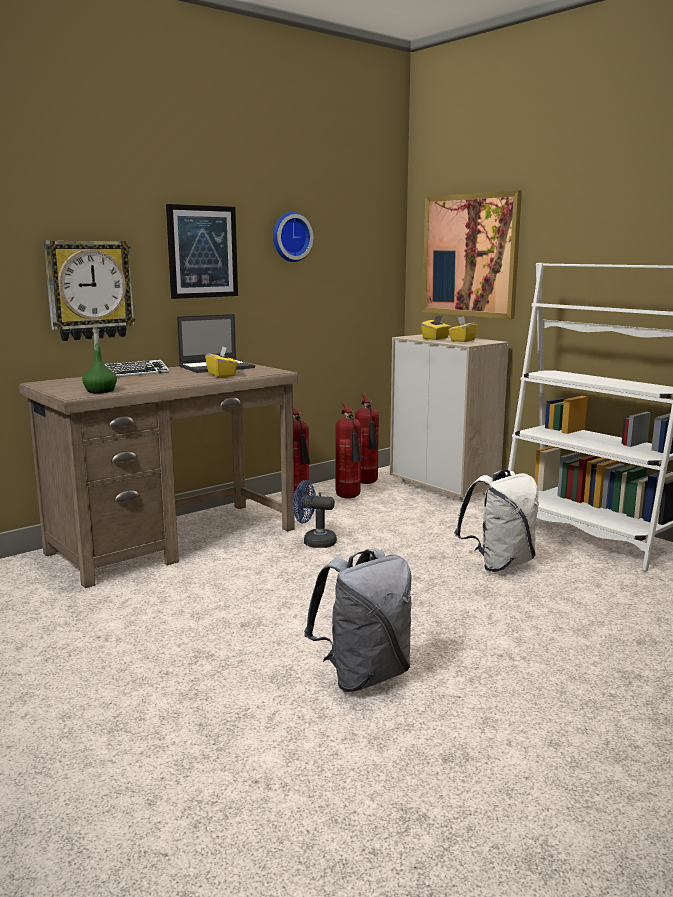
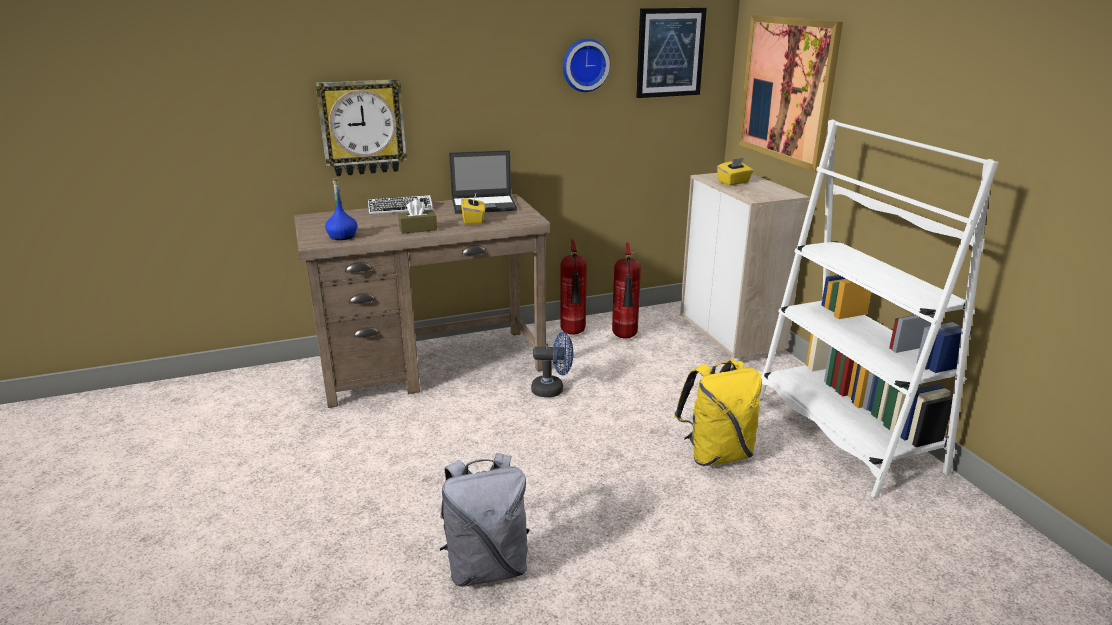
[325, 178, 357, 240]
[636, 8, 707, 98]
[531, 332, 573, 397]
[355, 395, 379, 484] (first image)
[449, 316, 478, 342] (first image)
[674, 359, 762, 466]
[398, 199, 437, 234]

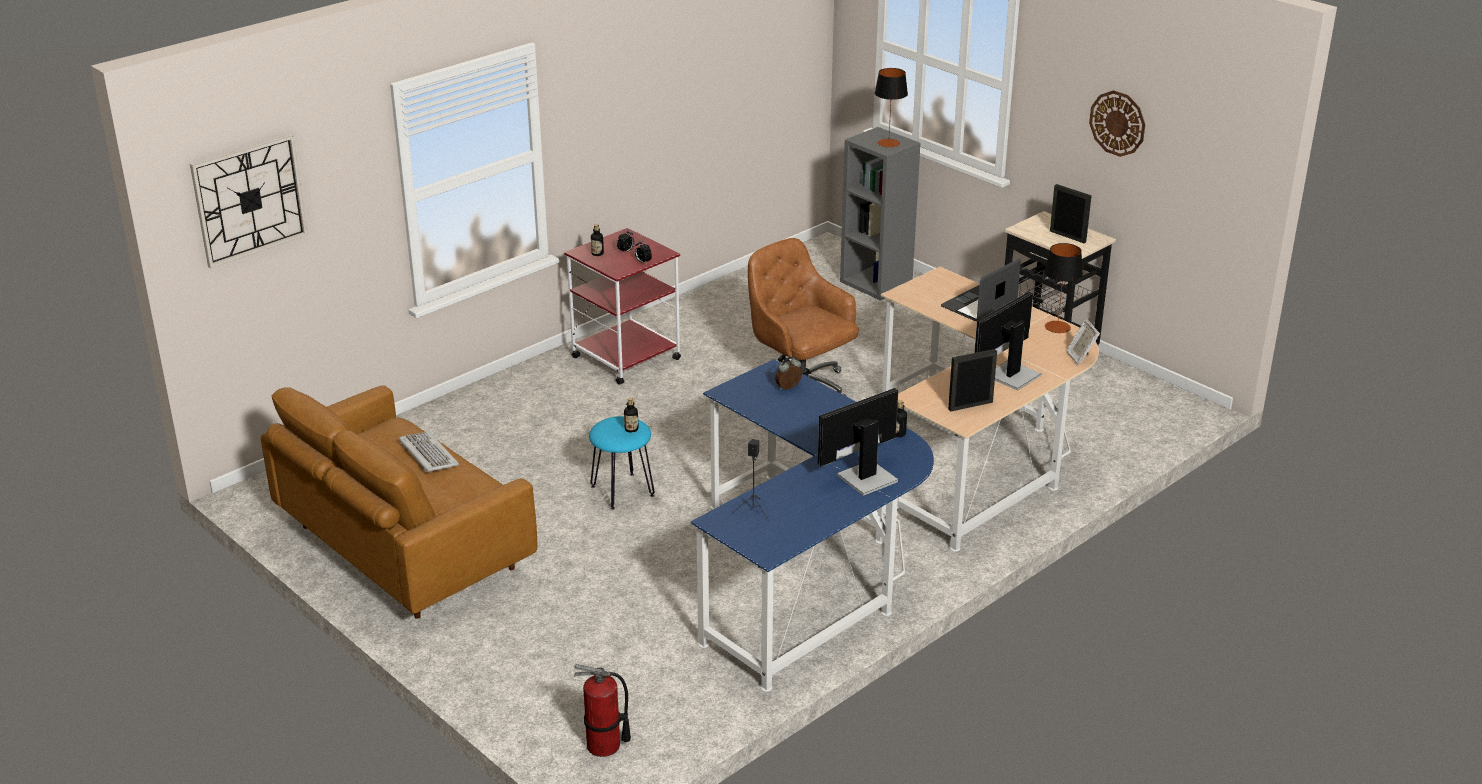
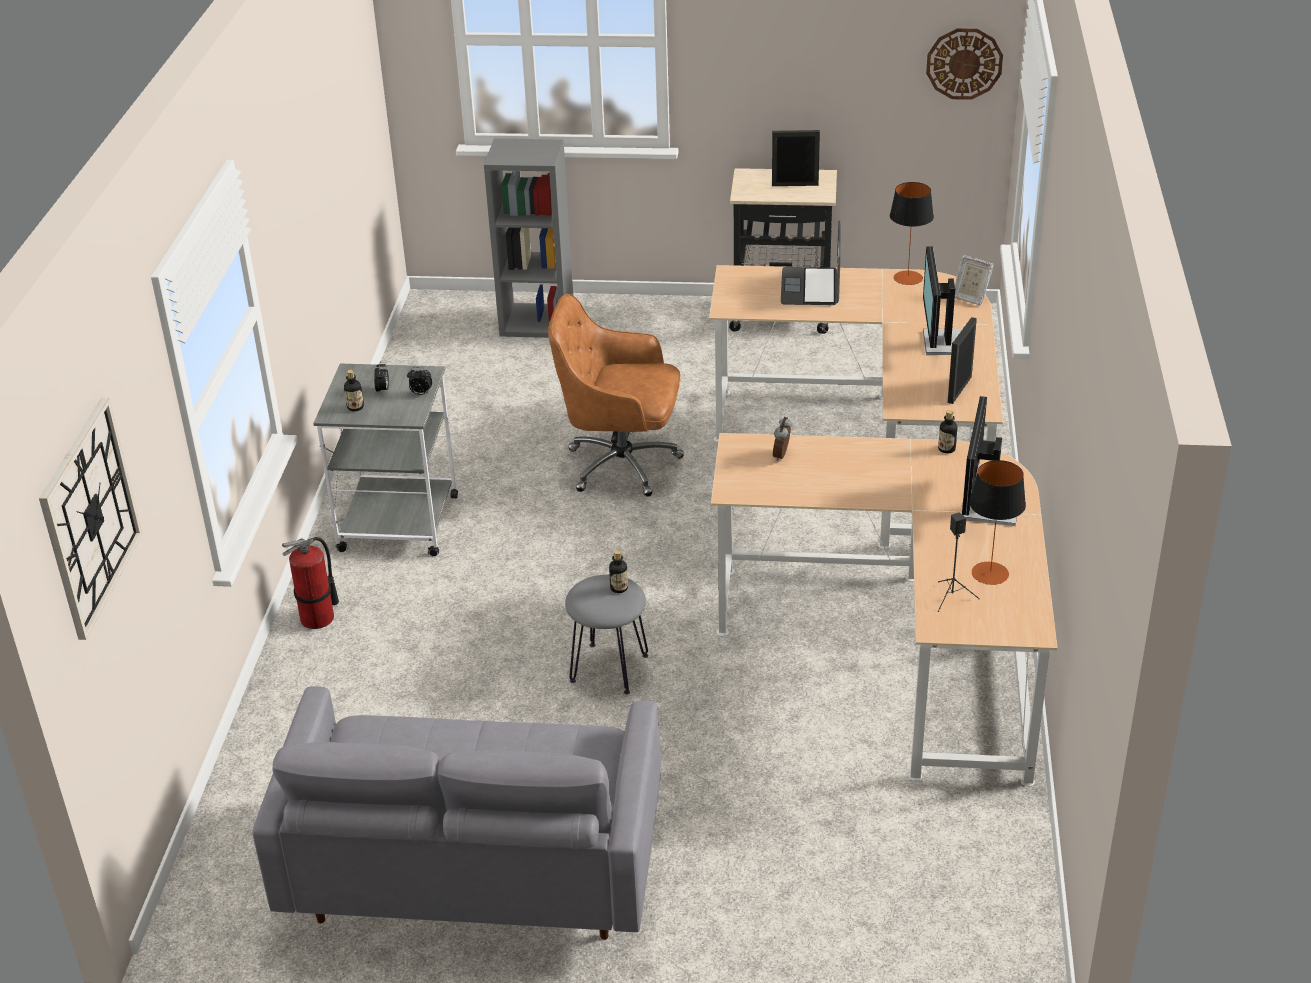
[252, 686, 661, 940]
[399, 431, 459, 473] (first image)
[313, 364, 458, 556]
[282, 537, 339, 629]
[565, 575, 648, 694]
[711, 433, 1058, 787]
[969, 460, 1026, 585]
[926, 28, 1003, 100]

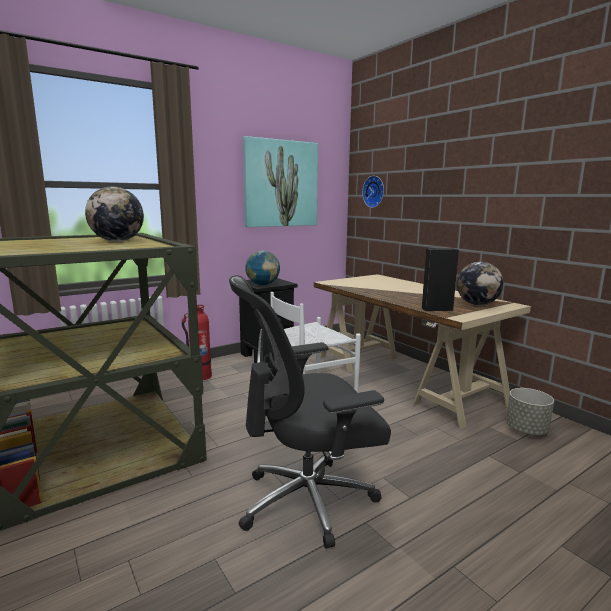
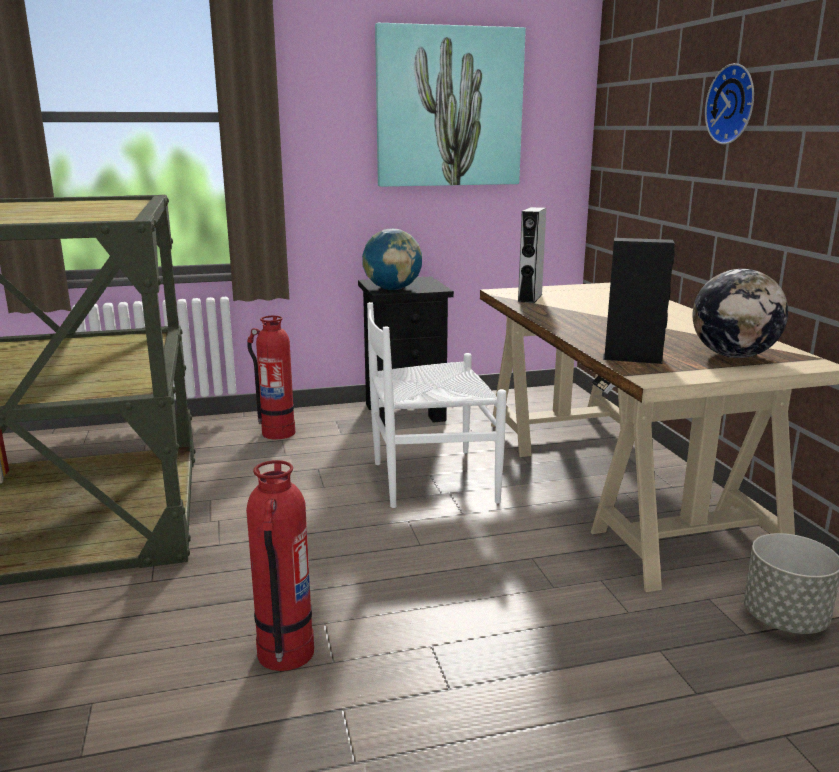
[85, 187, 144, 242] (first image)
[246, 460, 314, 671]
[705, 63, 754, 145]
[518, 207, 547, 303]

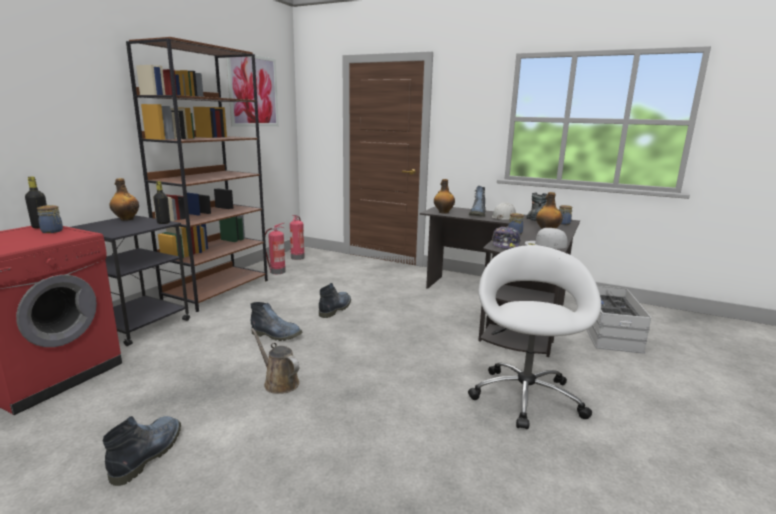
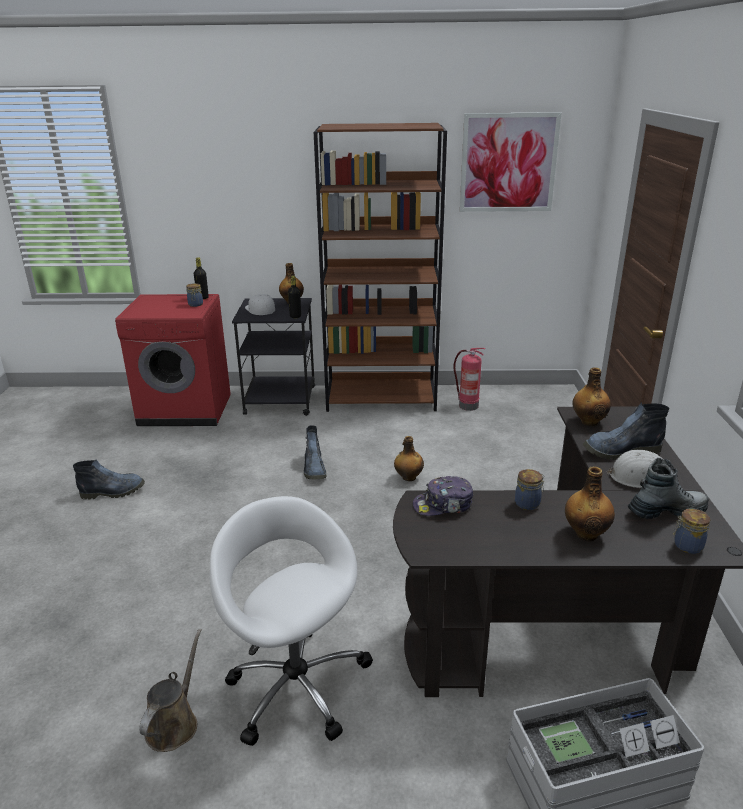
[139, 629, 202, 752]
[290, 215, 305, 260] (first image)
[394, 436, 424, 481]
[210, 496, 373, 746]
[245, 294, 275, 315]

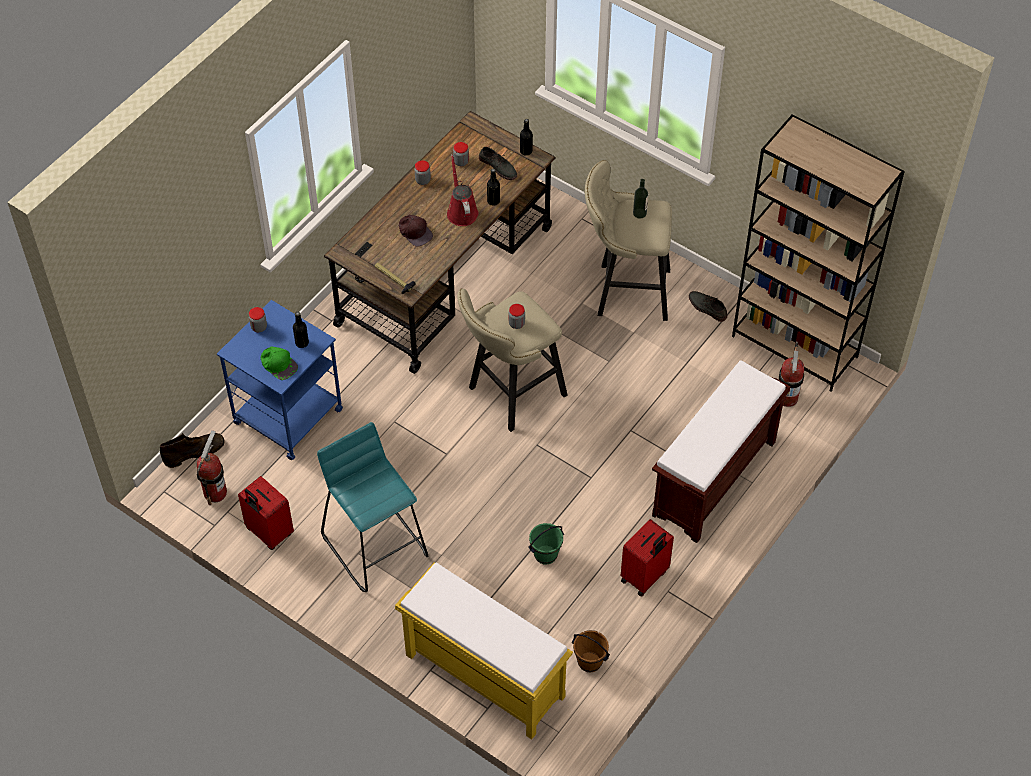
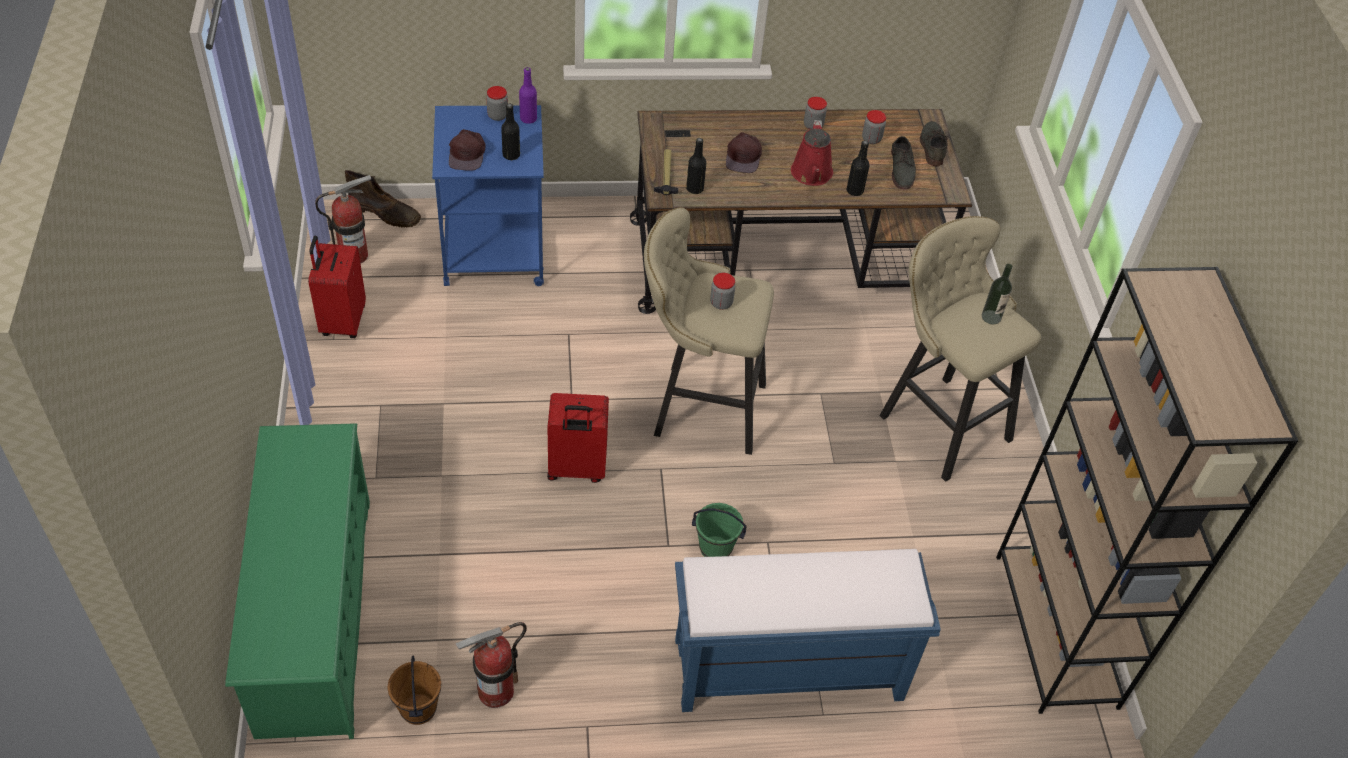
[449, 129, 486, 171]
[317, 422, 428, 592] (first image)
[225, 423, 370, 739]
[791, 120, 833, 186]
[686, 138, 707, 194]
[692, 503, 747, 557]
[547, 393, 609, 483]
[675, 549, 941, 712]
[920, 121, 948, 166]
[455, 622, 527, 708]
[519, 67, 537, 124]

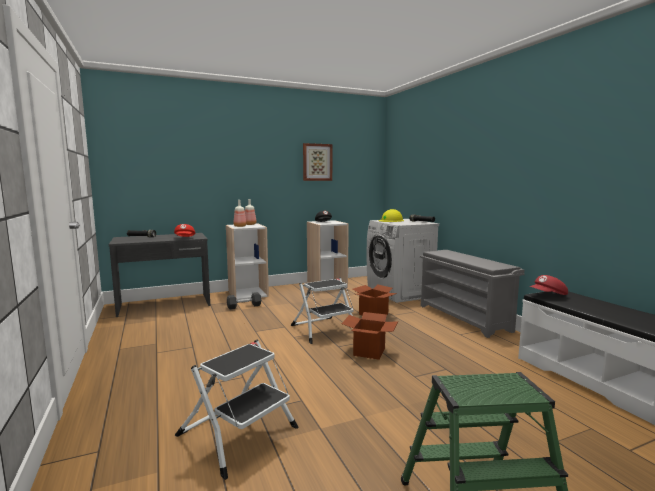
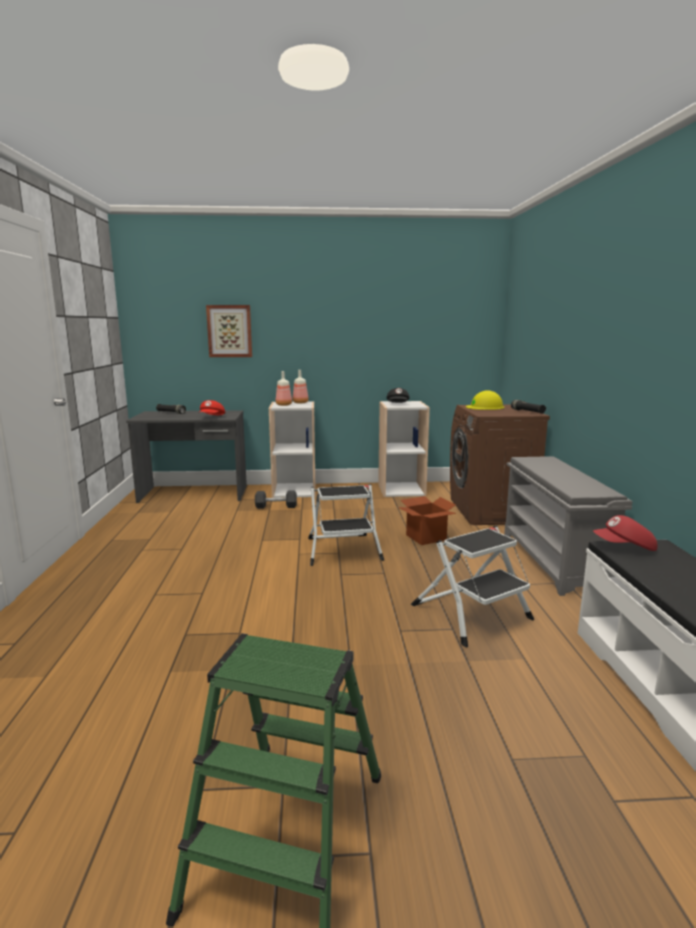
[411, 525, 534, 648]
[206, 305, 252, 357]
[342, 312, 398, 360] (first image)
[450, 405, 550, 525]

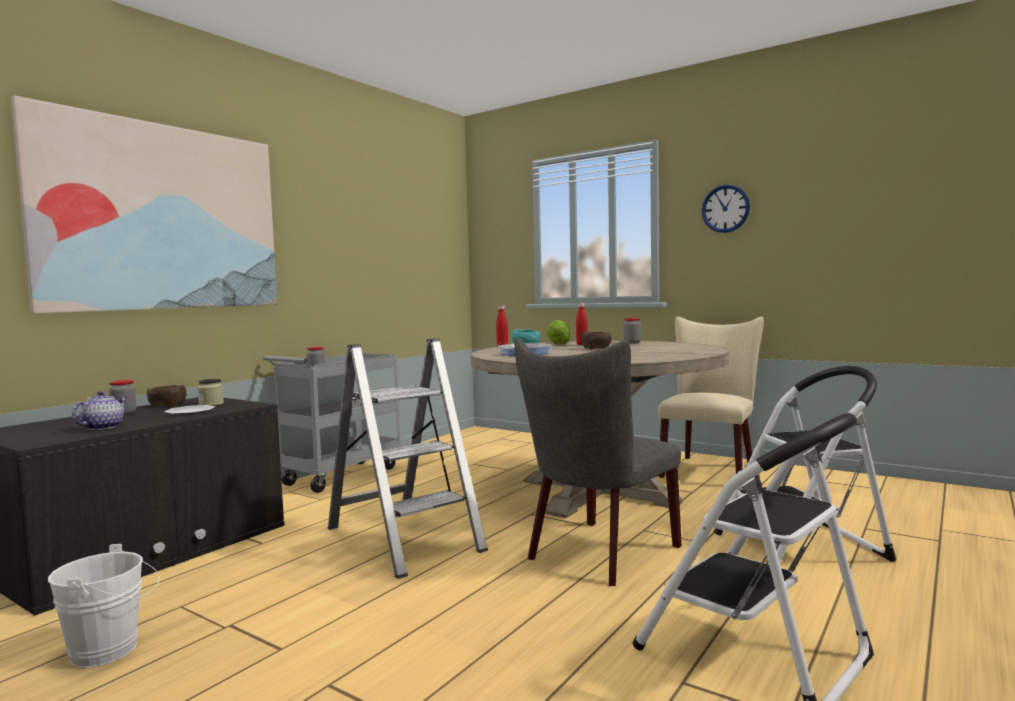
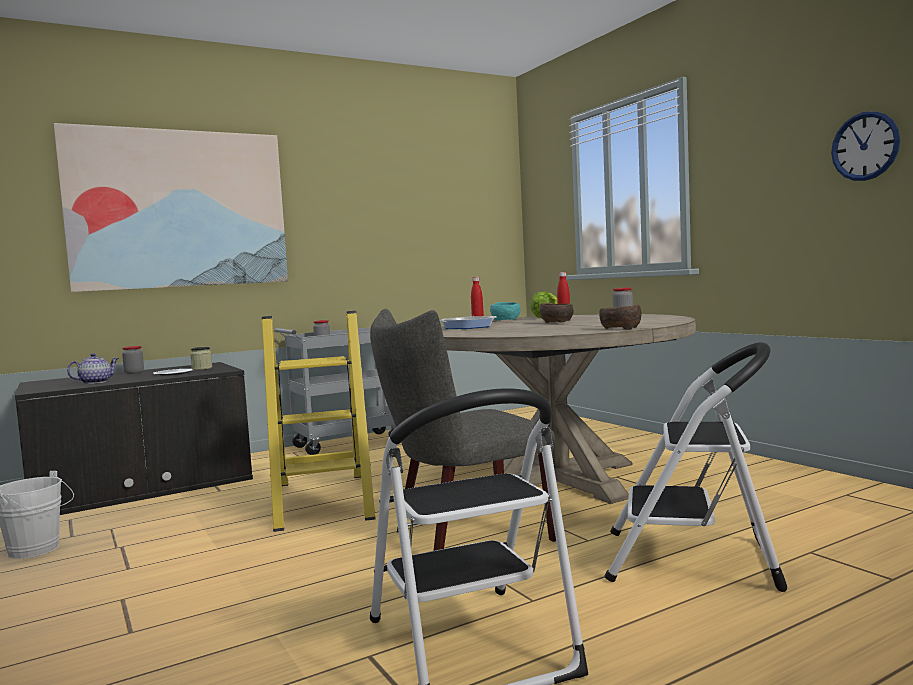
[599, 304, 642, 329]
[261, 311, 376, 532]
[658, 317, 764, 478] (first image)
[831, 111, 900, 181]

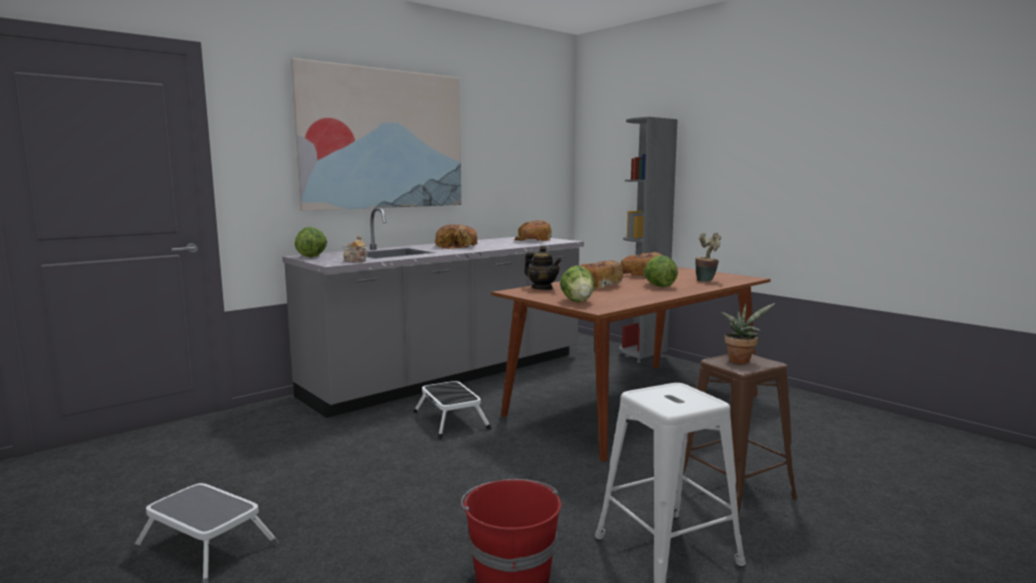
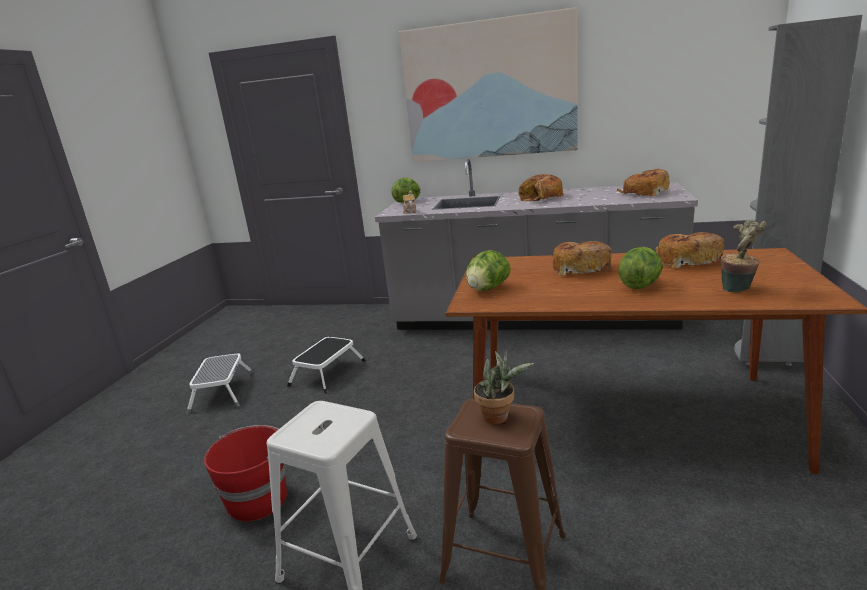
[287, 337, 366, 394]
[524, 246, 561, 290] (first image)

